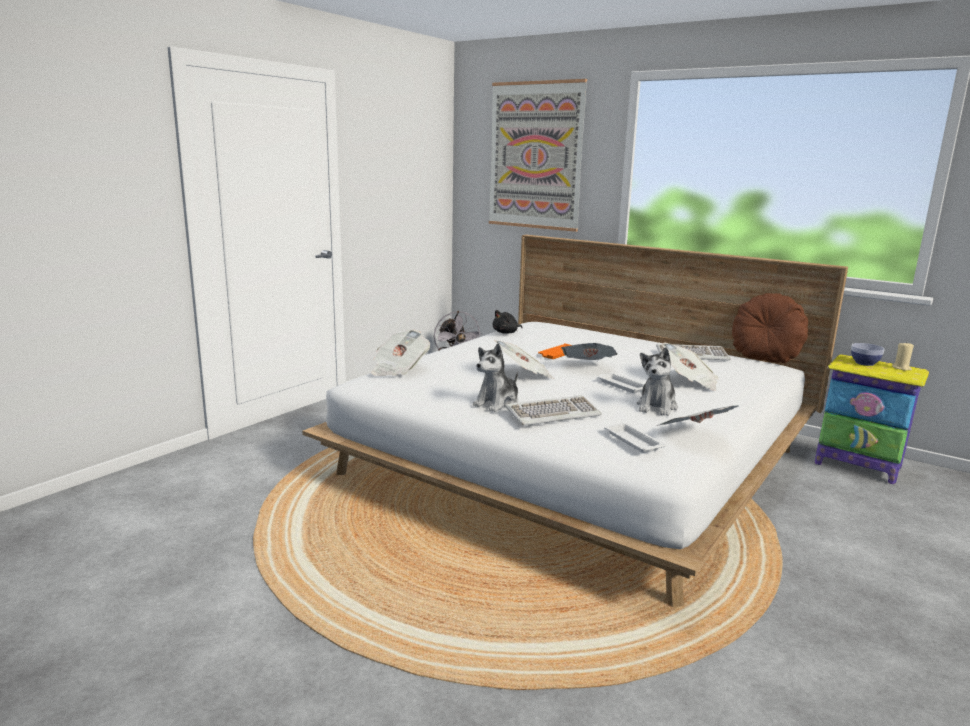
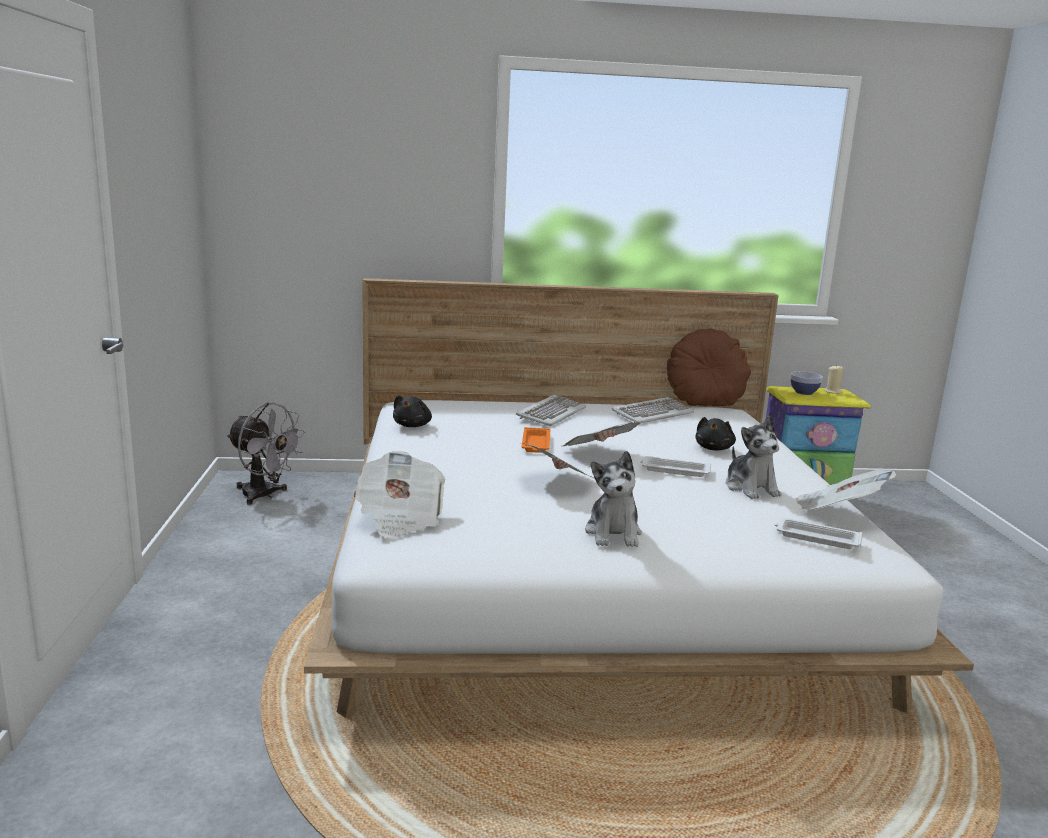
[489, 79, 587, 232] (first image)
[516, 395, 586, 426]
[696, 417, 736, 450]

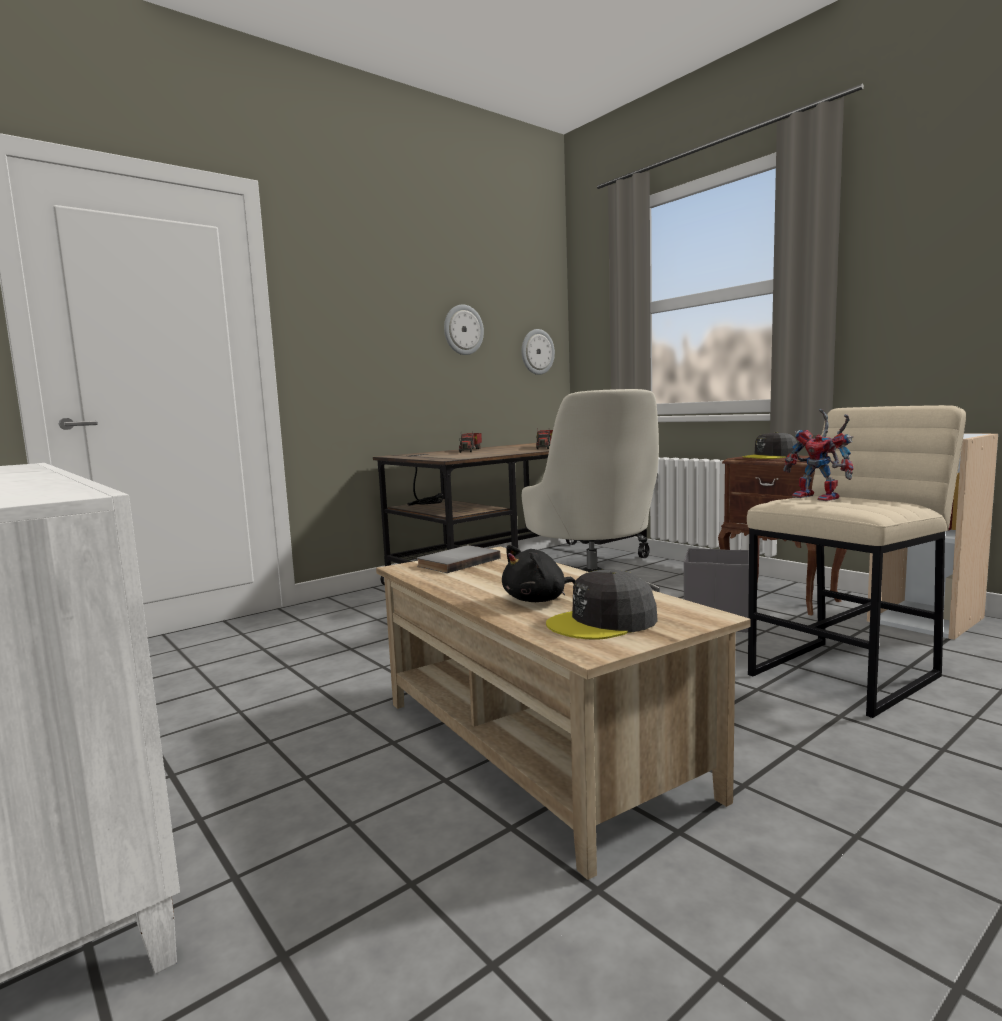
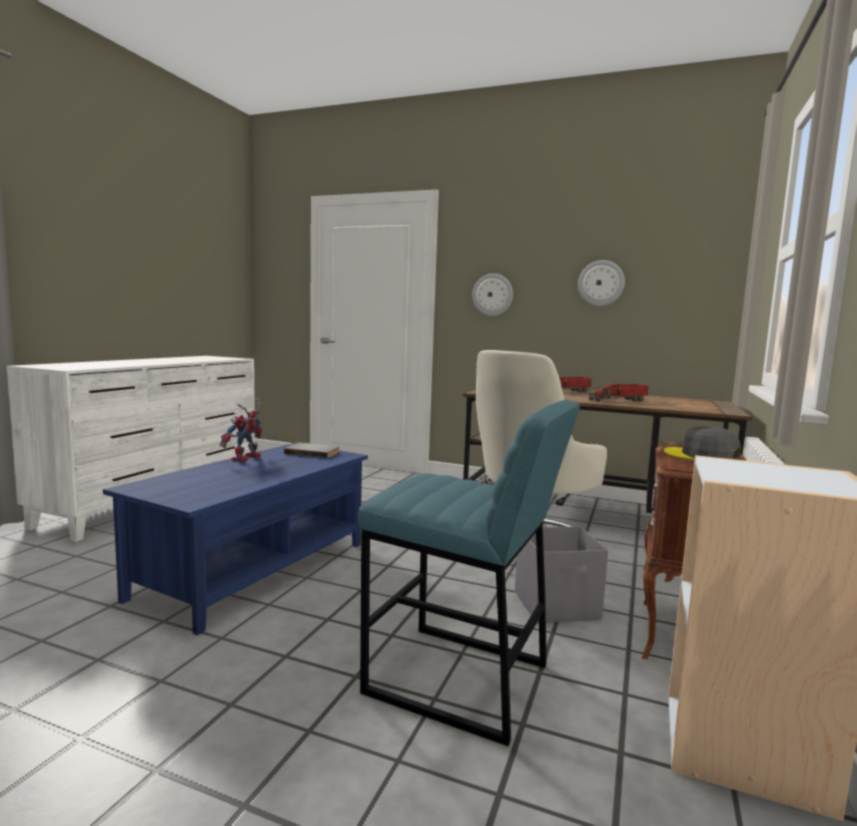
[103, 443, 368, 635]
[502, 545, 575, 602] (first image)
[472, 273, 513, 316]
[546, 570, 658, 640] (first image)
[358, 400, 580, 746]
[220, 398, 262, 462]

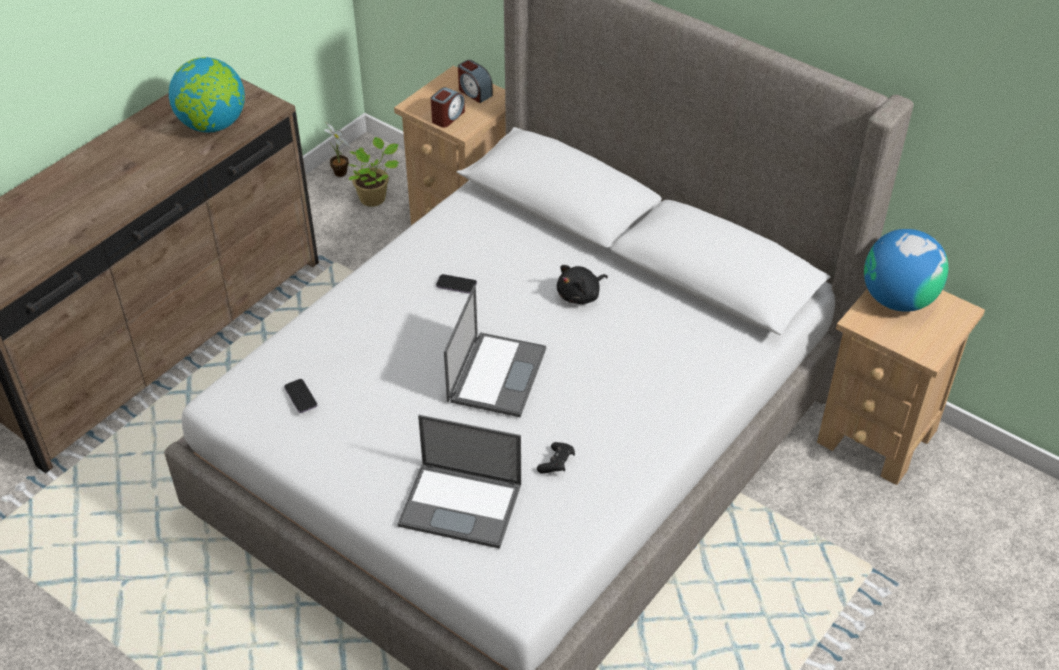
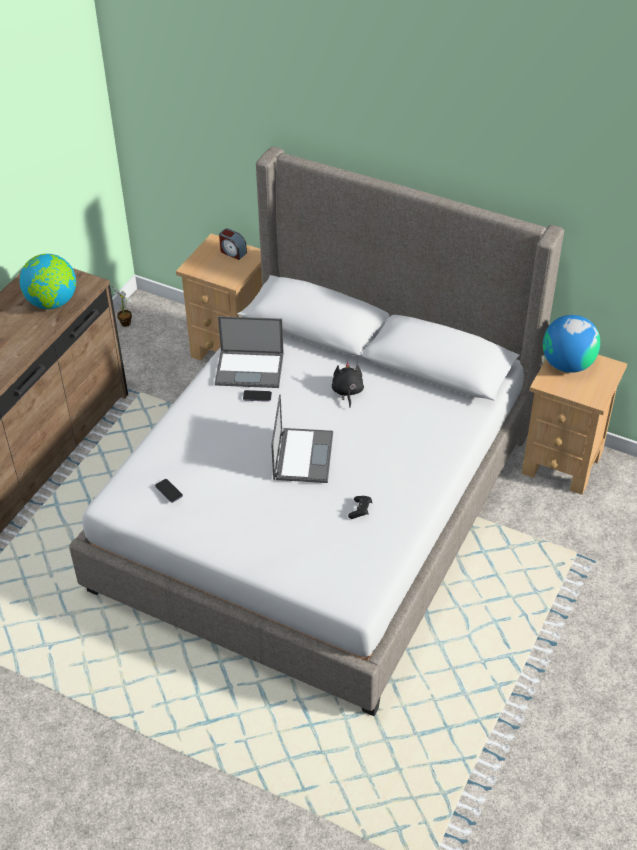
[348, 137, 399, 207] (first image)
[215, 316, 284, 388]
[431, 87, 465, 128] (first image)
[332, 362, 364, 408]

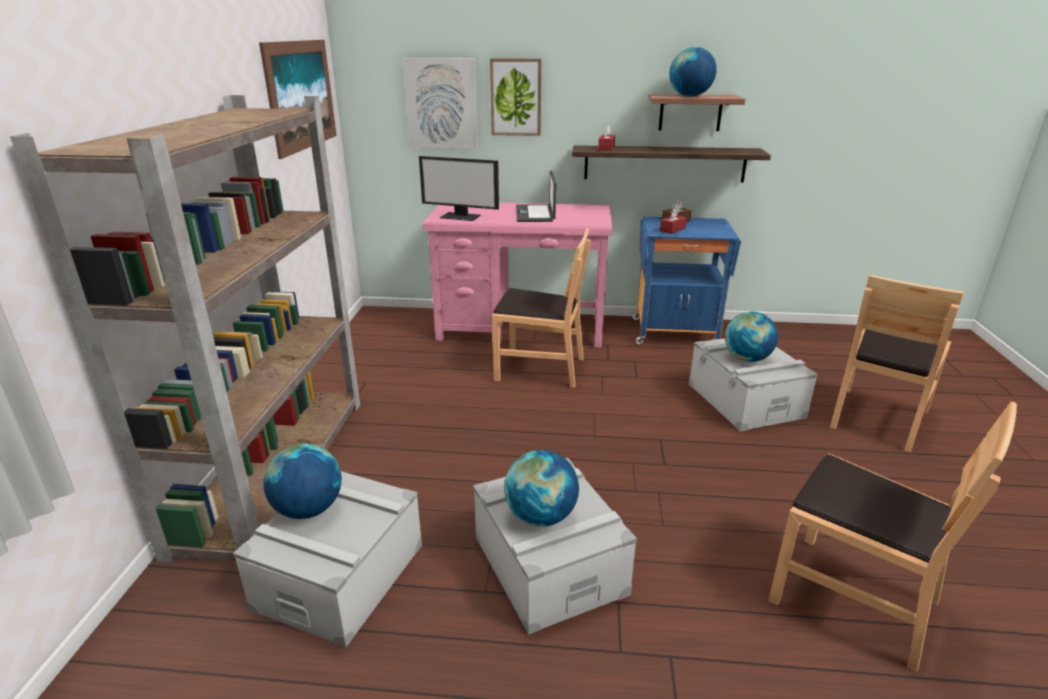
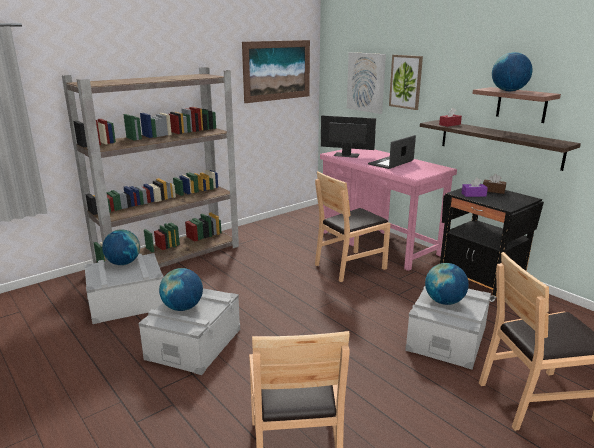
[321, 115, 376, 158]
[315, 171, 391, 282]
[440, 188, 544, 302]
[462, 177, 488, 197]

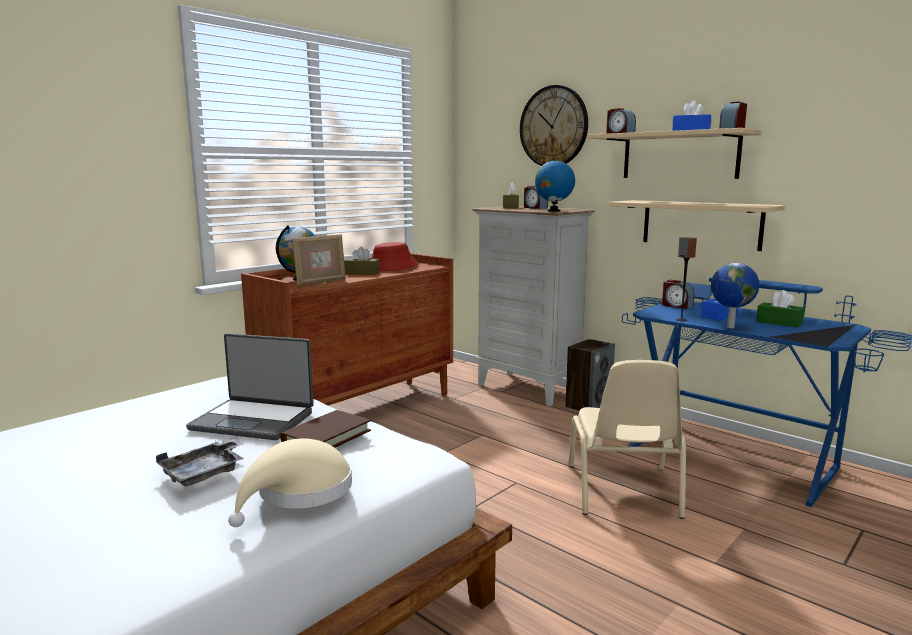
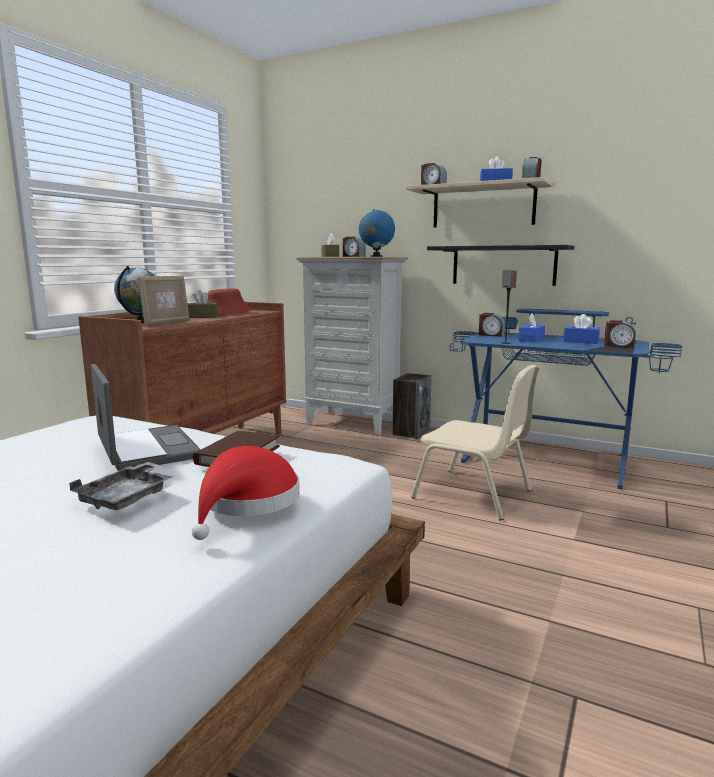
[91, 364, 201, 471]
[192, 446, 300, 540]
[520, 85, 588, 166] (first image)
[411, 365, 539, 520]
[427, 245, 574, 286]
[711, 263, 759, 328] (first image)
[563, 314, 600, 344]
[604, 320, 636, 348]

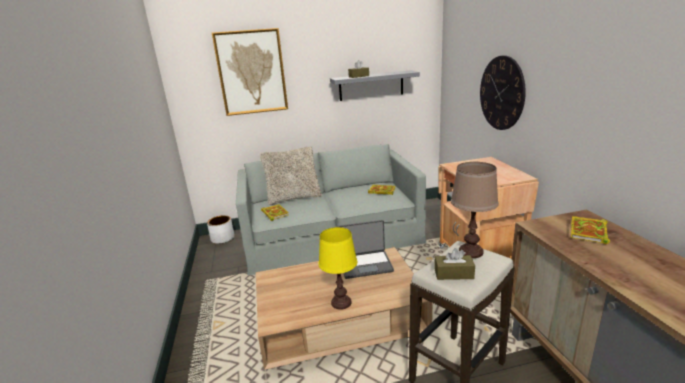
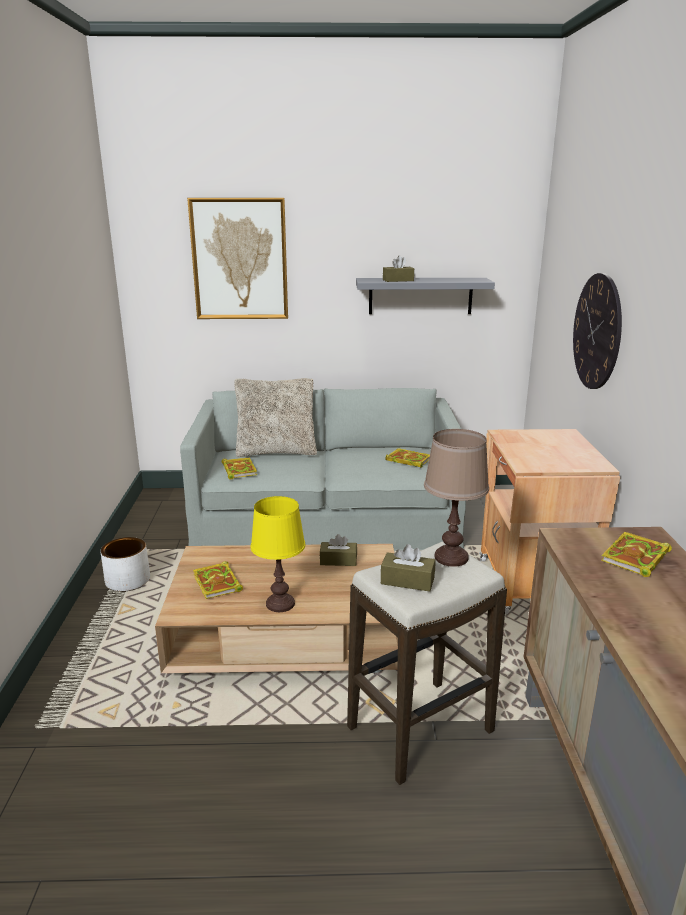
[100, 537, 150, 592]
[320, 534, 357, 566]
[193, 561, 243, 599]

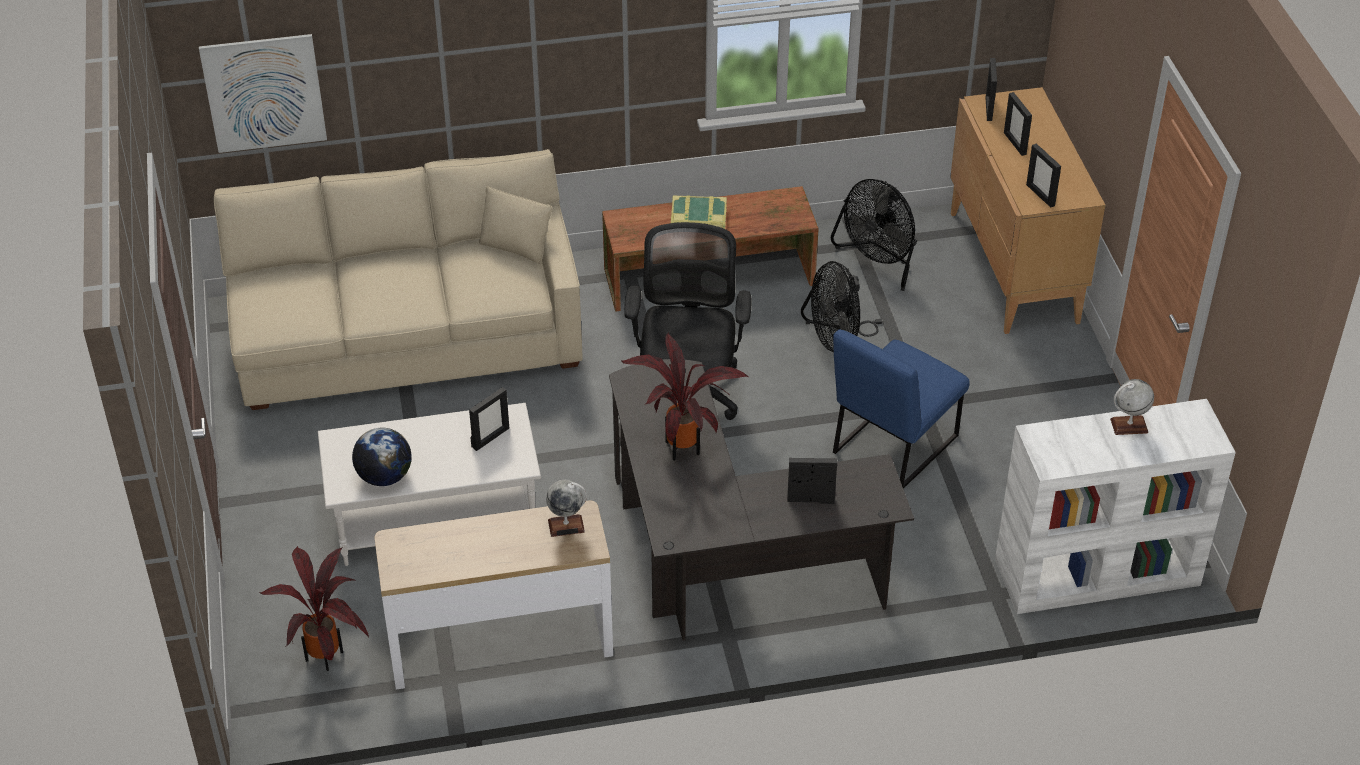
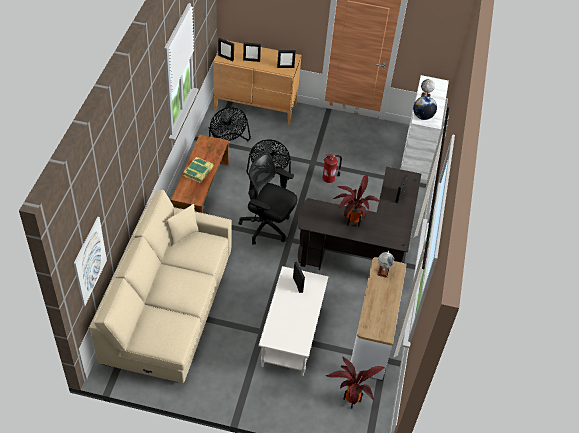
[413, 96, 437, 120]
[323, 154, 342, 183]

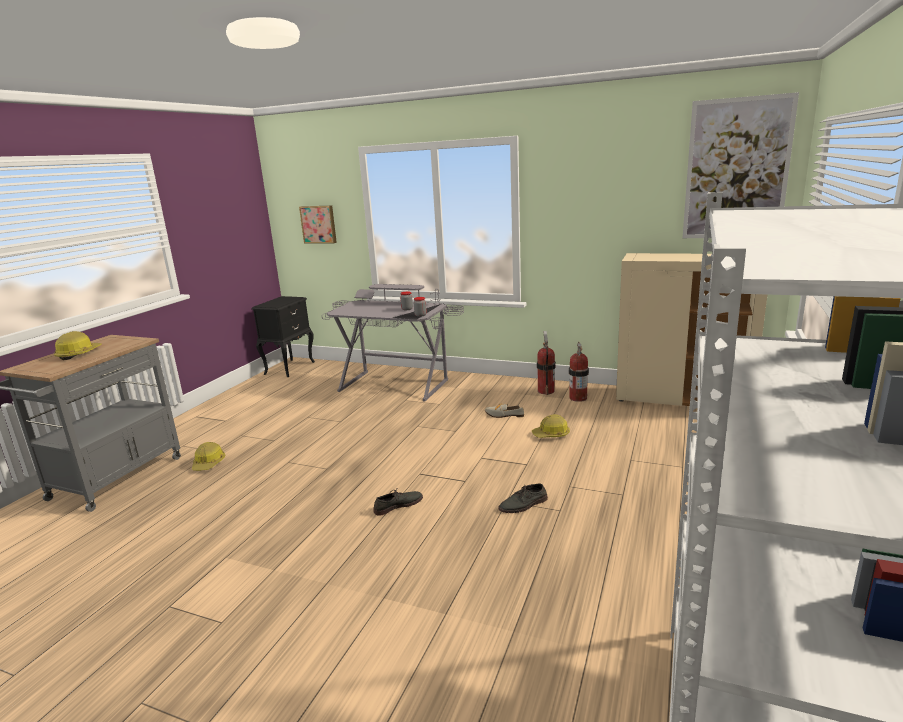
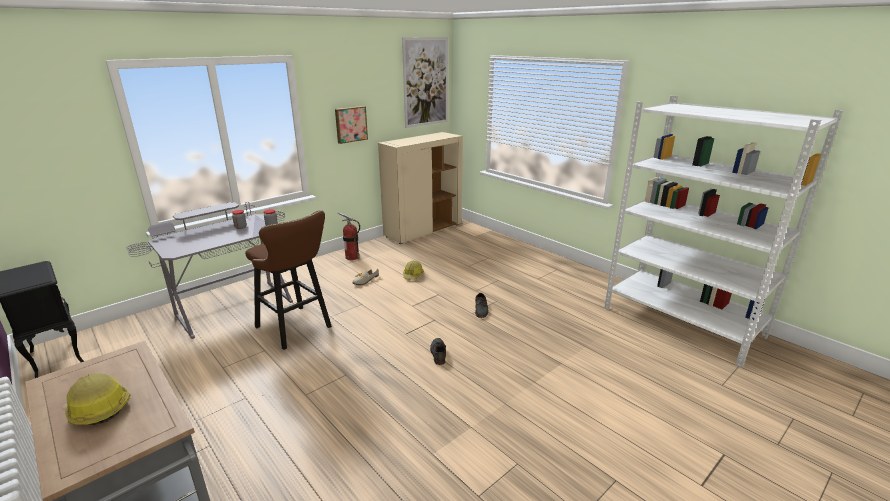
[192, 442, 225, 471] (first image)
[335, 106, 368, 144]
[569, 342, 589, 402] (first image)
[245, 210, 332, 350]

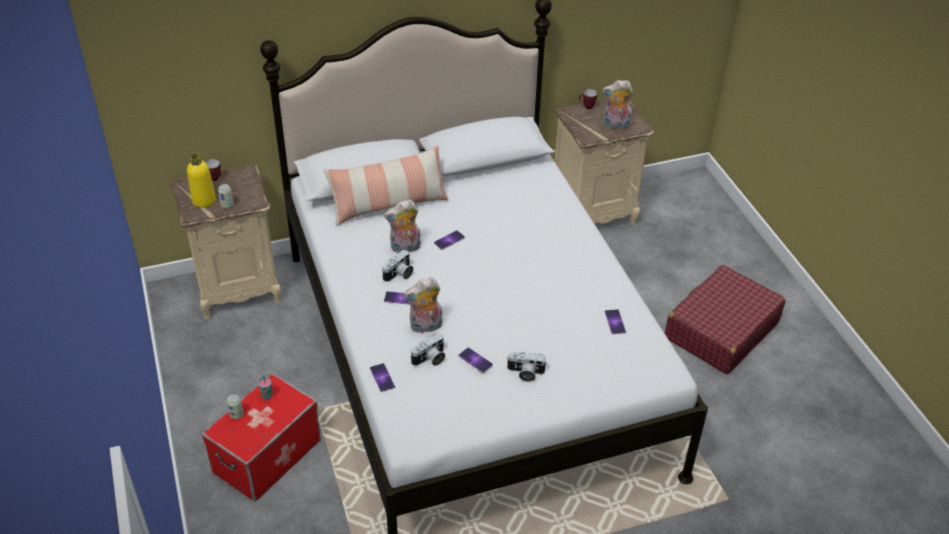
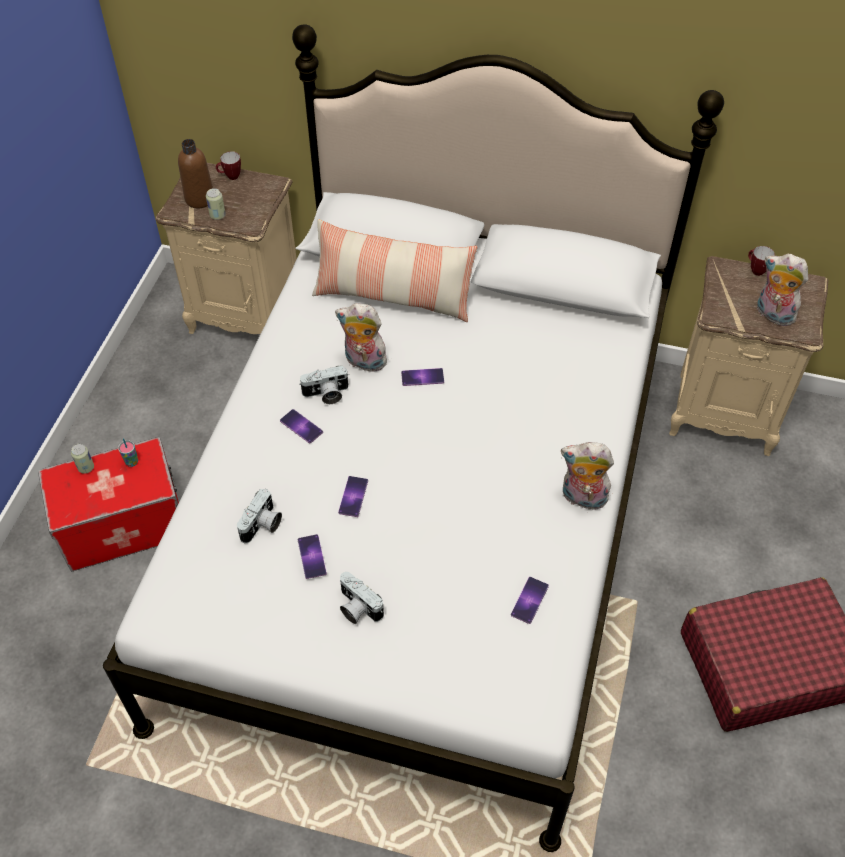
[178, 139, 213, 208]
[338, 476, 368, 517]
[561, 442, 614, 510]
[237, 489, 282, 543]

